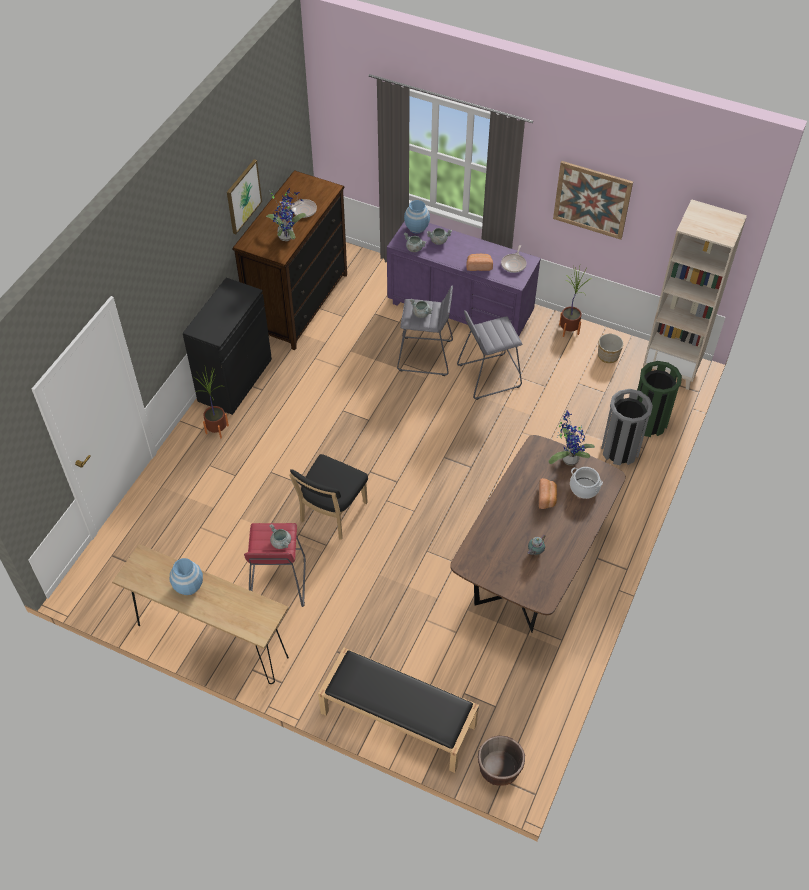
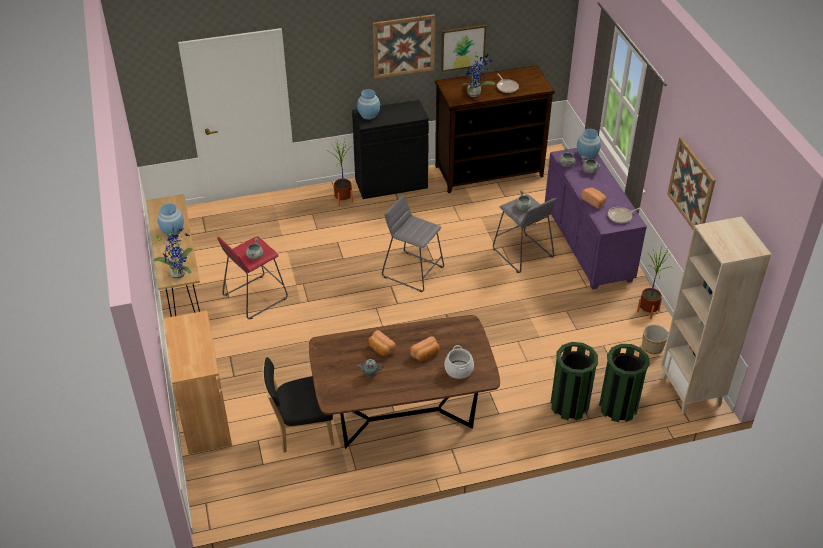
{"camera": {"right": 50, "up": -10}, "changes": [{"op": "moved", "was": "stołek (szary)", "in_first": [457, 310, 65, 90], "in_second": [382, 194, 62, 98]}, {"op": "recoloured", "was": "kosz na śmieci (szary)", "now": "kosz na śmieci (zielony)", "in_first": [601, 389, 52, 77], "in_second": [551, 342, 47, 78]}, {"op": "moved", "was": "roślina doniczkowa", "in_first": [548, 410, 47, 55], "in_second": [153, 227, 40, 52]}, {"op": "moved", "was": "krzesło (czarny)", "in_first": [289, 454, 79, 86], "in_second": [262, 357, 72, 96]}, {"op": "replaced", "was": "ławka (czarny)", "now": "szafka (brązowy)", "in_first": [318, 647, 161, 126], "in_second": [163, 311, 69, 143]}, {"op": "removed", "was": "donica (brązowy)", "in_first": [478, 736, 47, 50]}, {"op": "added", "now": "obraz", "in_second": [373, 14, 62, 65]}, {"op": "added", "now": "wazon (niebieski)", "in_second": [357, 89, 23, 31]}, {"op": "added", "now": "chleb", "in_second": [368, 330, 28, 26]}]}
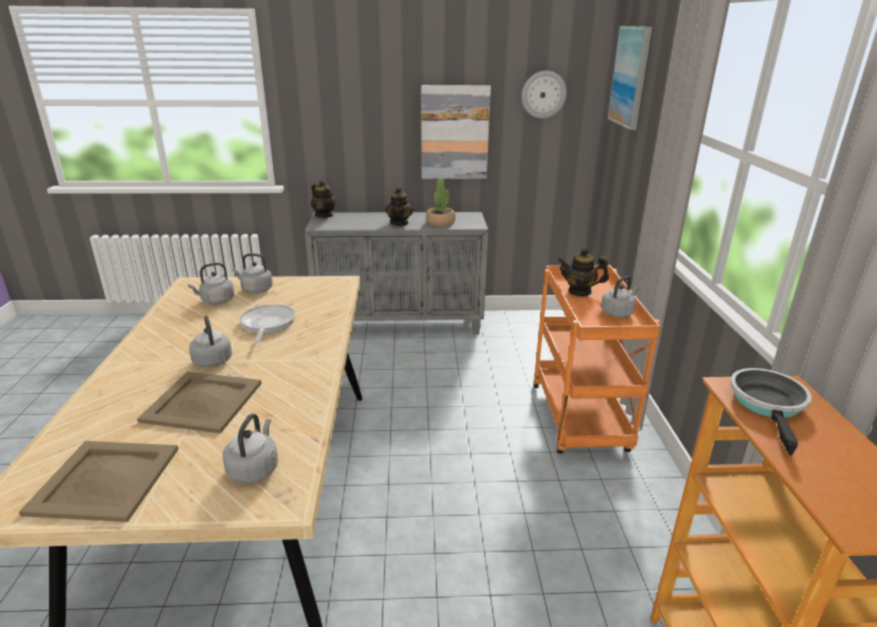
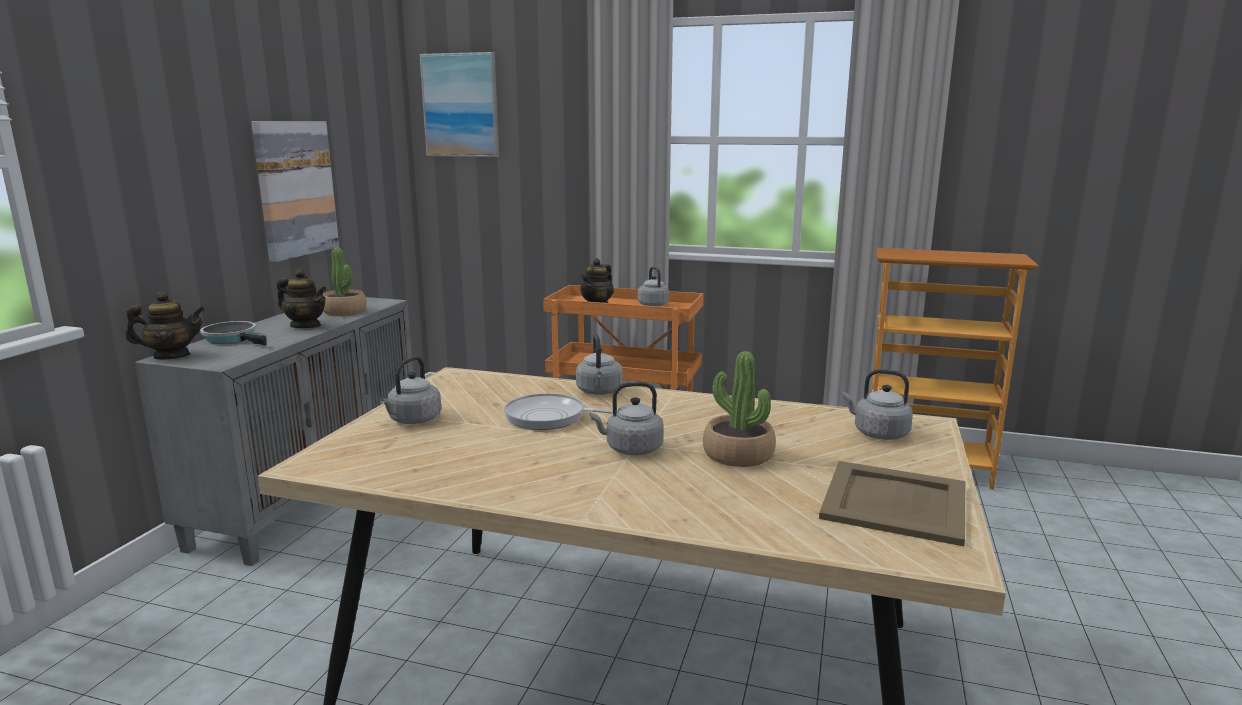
{"camera": {"right": -70, "up": -10}, "changes": [{"op": "removed", "was": "zegar ścienny", "in_first": [522, 71, 45, 47]}, {"op": "moved", "was": "czajnik (szary)", "in_first": [188, 263, 46, 42], "in_second": [576, 334, 47, 61]}, {"op": "moved", "was": "patelnia", "in_first": [730, 368, 82, 88], "in_second": [200, 321, 67, 24]}, {"op": "replaced", "was": "taca (beżowy)", "now": "roślina doniczkowa", "in_first": [137, 372, 125, 61], "in_second": [703, 351, 73, 116]}]}
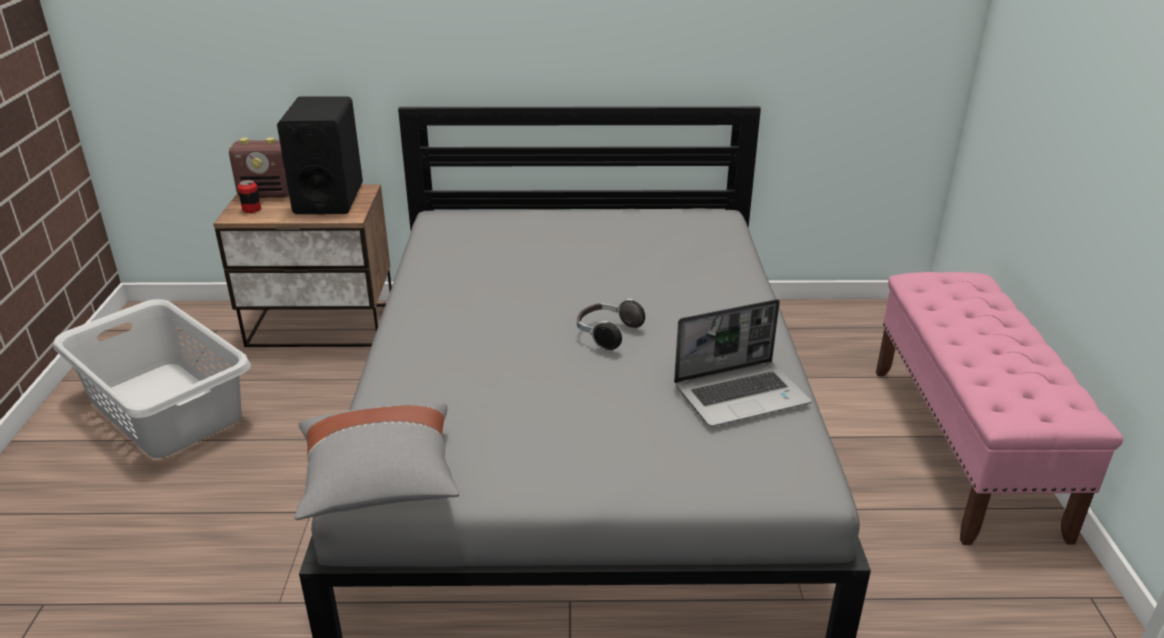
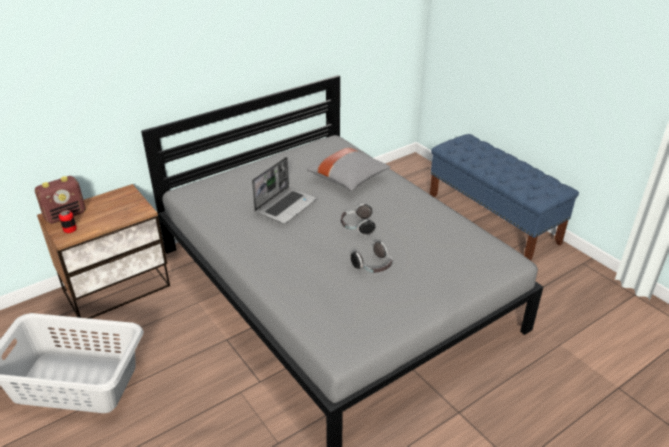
{"camera": {"right": -35, "up": 5}, "changes": [{"op": "removed", "was": "głośnik (czarny)", "in_first": [277, 97, 86, 117]}, {"op": "recoloured", "was": "ławka (różowy)", "now": "ławka (niebieski)", "in_first": [876, 272, 247, 273], "in_second": [430, 134, 149, 127]}, {"op": "moved", "was": "laptop", "in_first": [674, 299, 137, 128], "in_second": [252, 157, 65, 67]}, {"op": "moved", "was": "poduszka (szary)", "in_first": [294, 403, 165, 117], "in_second": [307, 147, 84, 44]}, {"op": "added", "now": "słuchawki", "in_second": [350, 241, 43, 32]}]}
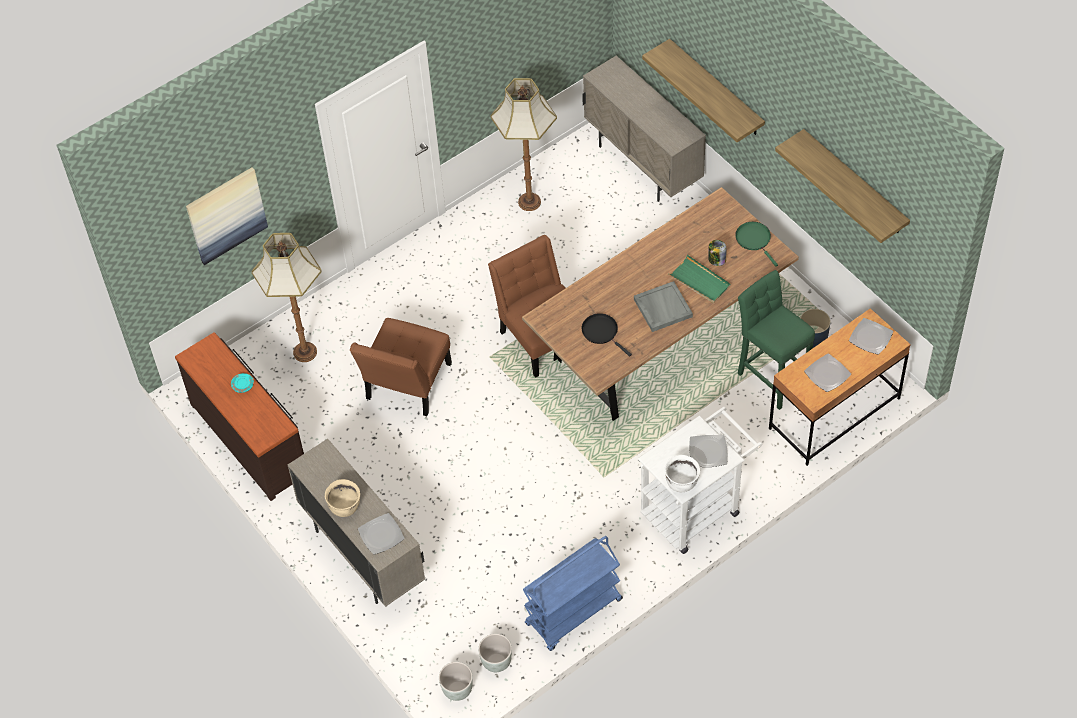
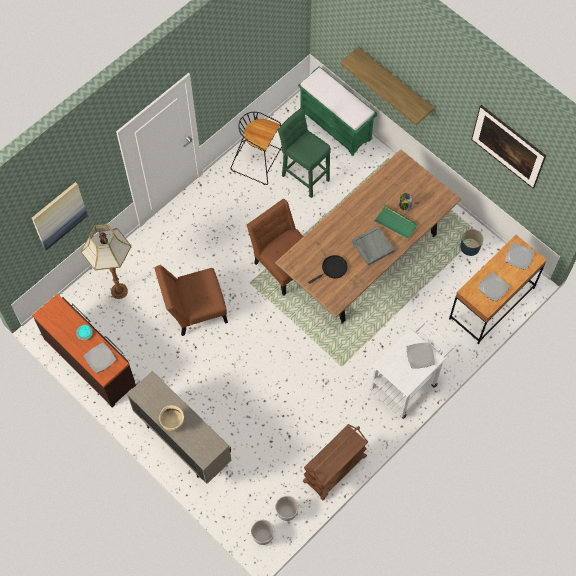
{"camera": {"right": -10, "up": 10}, "changes": [{"op": "replaced", "was": "szafka (beżowy)", "now": "ławka (zielony)", "in_first": [582, 56, 124, 146], "in_second": [298, 66, 79, 90]}, {"op": "replaced", "was": "lampa stojąca", "now": "stołek (czarny)", "in_first": [490, 78, 67, 133], "in_second": [230, 112, 52, 73]}, {"op": "replaced", "was": "półka", "now": "obraz", "in_first": [775, 129, 135, 114], "in_second": [471, 105, 75, 84]}, {"op": "removed", "was": "patelnia (zielony)", "in_first": [735, 222, 43, 45]}, {"op": "moved", "was": "stołek (zielony)", "in_first": [738, 270, 77, 140], "in_second": [278, 108, 53, 90]}, {"op": "turned", "was": "patelnia (czarny)", "in_first": [582, 313, 50, 44], "in_second": [308, 255, 40, 29], "clockwise": 105}, {"op": "turned", "was": "krzesło (brązowy)", "in_first": [350, 318, 102, 98], "in_second": [154, 265, 74, 71], "clockwise": 60}, {"op": "removed", "was": "garnek (biały)", "in_first": [665, 455, 35, 37]}, {"op": "moved", "was": "talerz", "in_first": [358, 513, 46, 42], "in_second": [84, 343, 32, 30]}, {"op": "recoloured", "was": "wózek (niebieski)", "now": "wózek (brązowy)", "in_first": [523, 536, 100, 115], "in_second": [303, 424, 65, 77]}]}
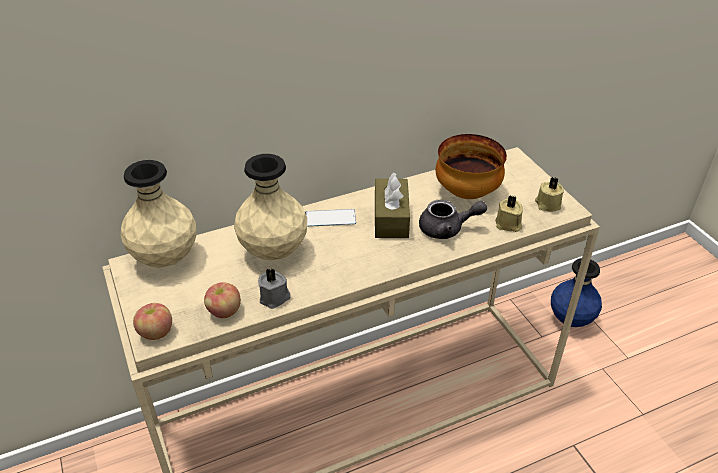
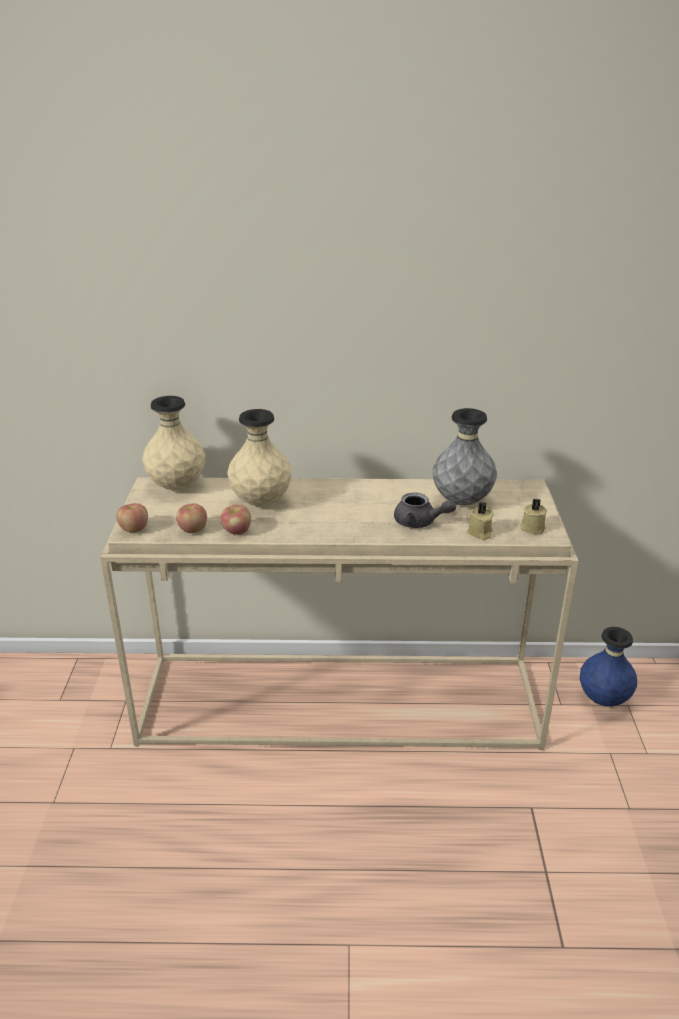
{"camera": {"right": 25, "up": -10}, "changes": [{"op": "replaced", "was": "miska", "now": "wazon (szary)", "in_first": [436, 134, 71, 65], "in_second": [433, 408, 64, 97]}, {"op": "removed", "was": "pudełko chusteczek (brązowy)", "in_first": [375, 172, 35, 66]}, {"op": "removed", "was": "telefon", "in_first": [305, 209, 51, 18]}, {"op": "replaced", "was": "świeca (szary)", "now": "jabłko", "in_first": [258, 268, 32, 41], "in_second": [221, 505, 30, 30]}]}
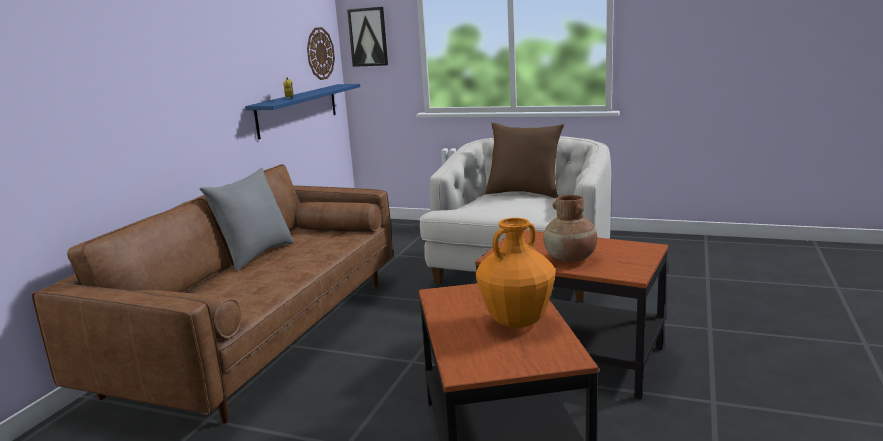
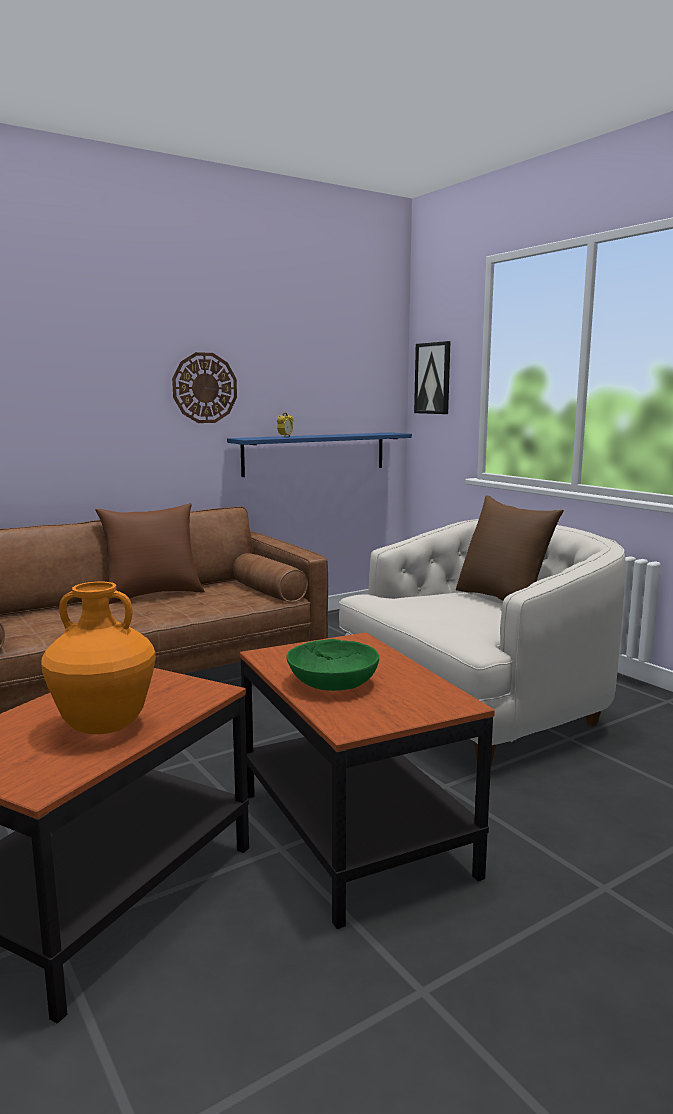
{"camera": {"right": 35, "up": -5}, "changes": [{"op": "moved", "was": "zegar ścienny", "in_first": [307, 27, 28, 53], "in_second": [172, 352, 65, 71]}, {"op": "recoloured", "was": "poduszka (szary)", "now": "poduszka (brązowy)", "in_first": [200, 168, 94, 104], "in_second": [95, 503, 110, 101]}, {"op": "replaced", "was": "wazon (brązowy)", "now": "miska (zielony)", "in_first": [543, 195, 54, 67], "in_second": [286, 639, 93, 52]}]}
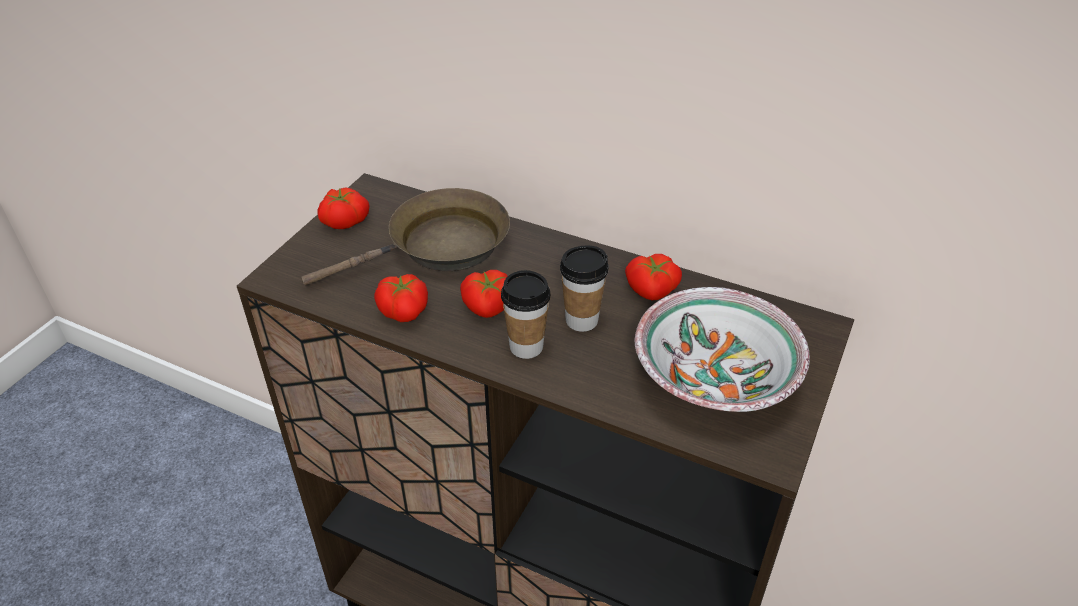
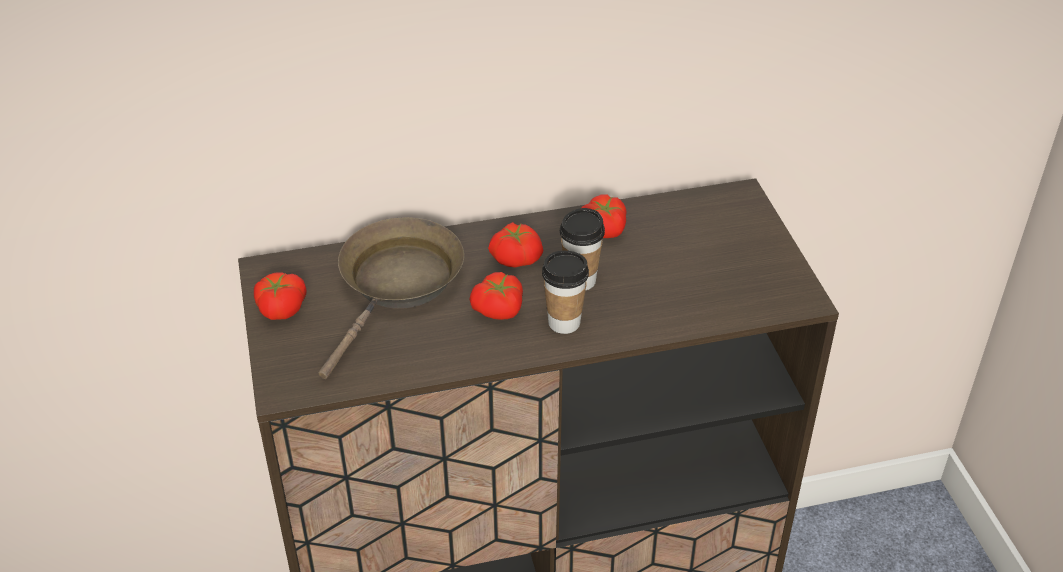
{"camera": {"right": -40, "up": 0}, "changes": [{"op": "moved", "was": "pomidor", "in_first": [374, 274, 54, 48], "in_second": [488, 222, 55, 45]}, {"op": "removed", "was": "miska", "in_first": [634, 287, 176, 125]}]}
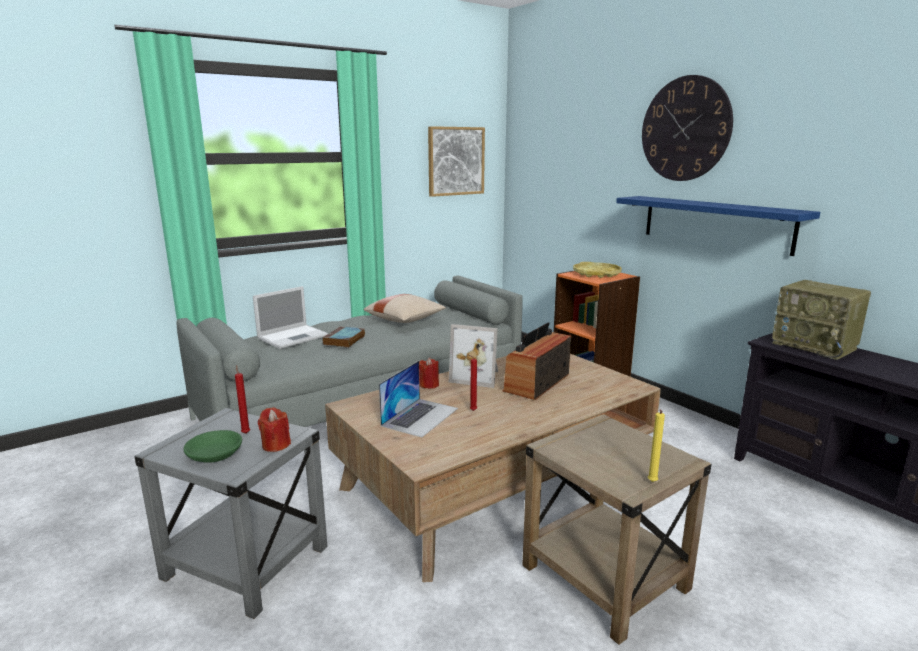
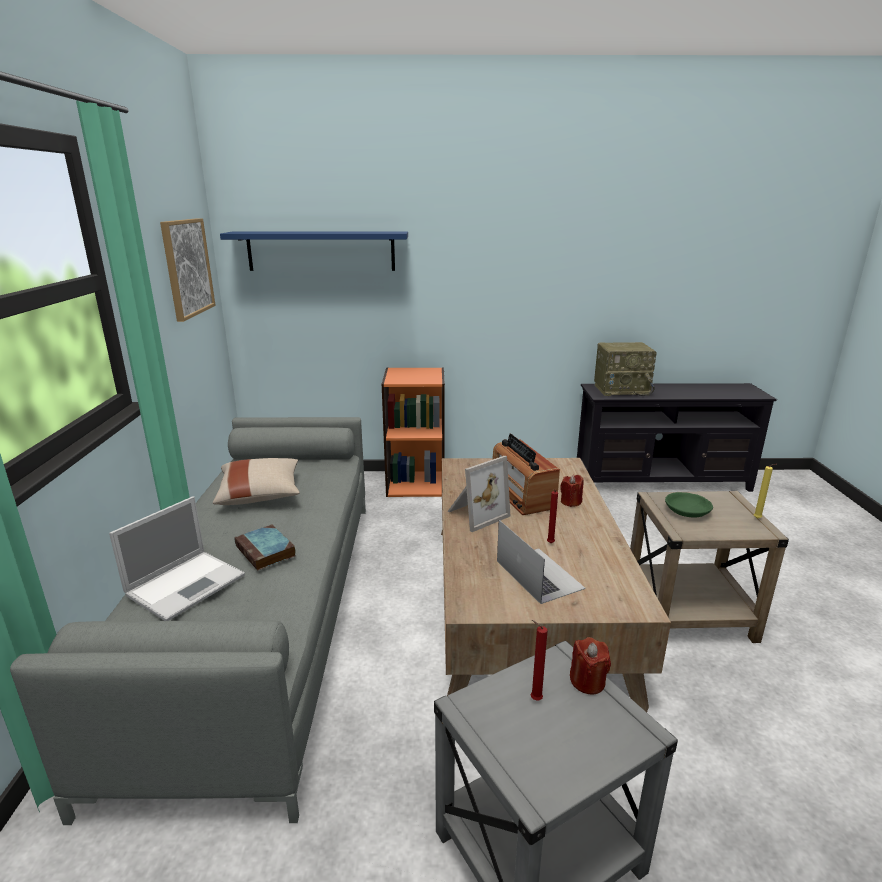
{"camera": {"right": -55, "up": 5}, "changes": [{"op": "removed", "was": "zegar ścienny", "in_first": [642, 75, 91, 106]}, {"op": "moved", "was": "półka (niebieski)", "in_first": [616, 196, 204, 60], "in_second": [220, 231, 188, 40]}, {"op": "removed", "was": "taca (żółty)", "in_first": [573, 262, 49, 16]}, {"op": "turned", "was": "laptop", "in_first": [253, 286, 76, 63], "in_second": [109, 496, 136, 125], "clockwise": 45}, {"op": "moved", "was": "świeca (czerwony)", "in_first": [419, 358, 20, 31], "in_second": [560, 475, 24, 32]}, {"op": "moved", "was": "miska (zielony)", "in_first": [183, 430, 59, 33], "in_second": [665, 492, 48, 25]}]}
